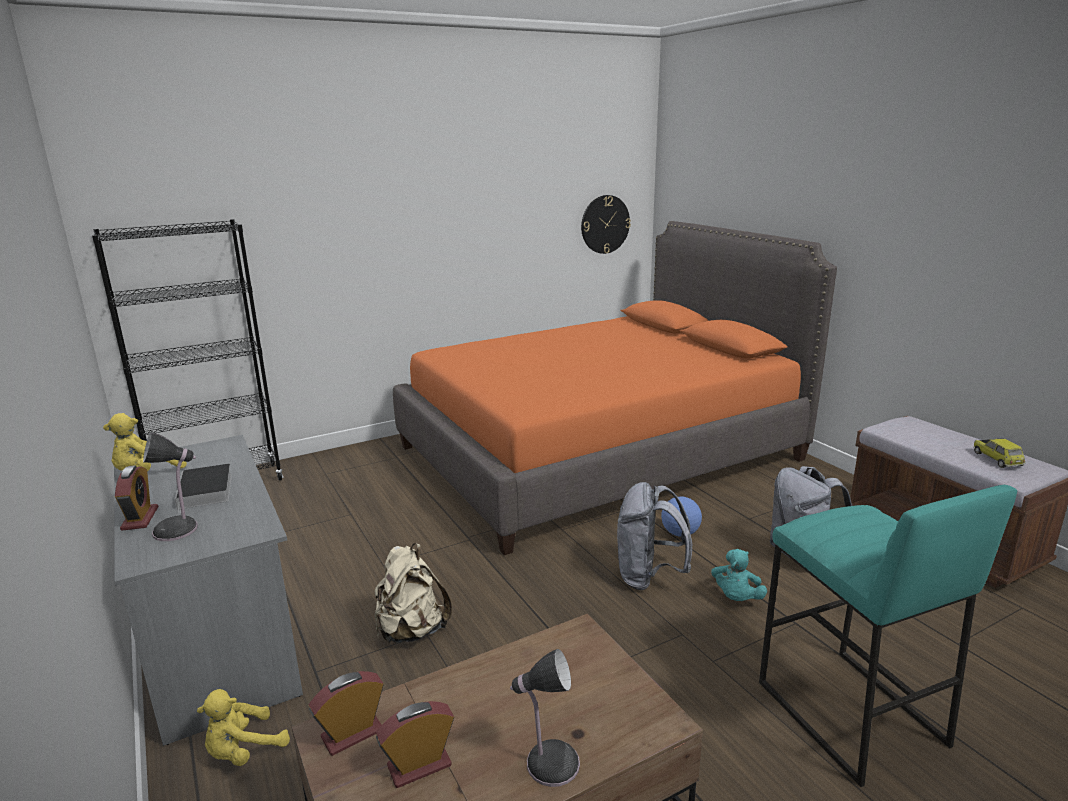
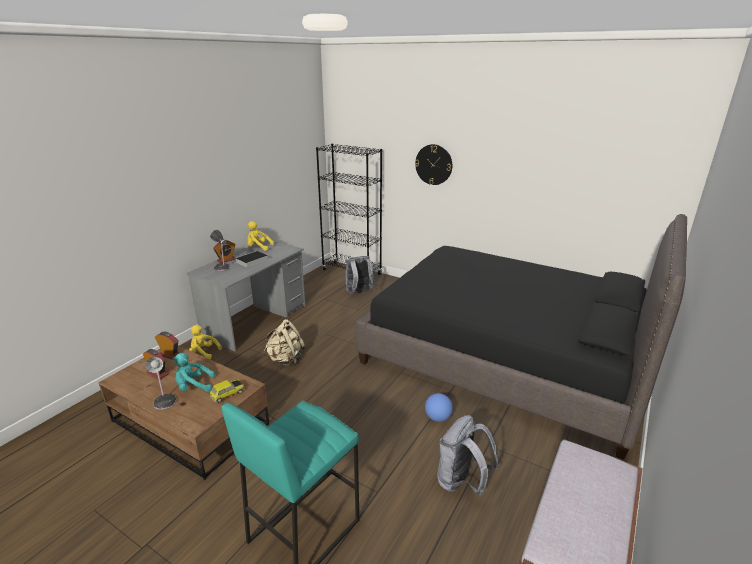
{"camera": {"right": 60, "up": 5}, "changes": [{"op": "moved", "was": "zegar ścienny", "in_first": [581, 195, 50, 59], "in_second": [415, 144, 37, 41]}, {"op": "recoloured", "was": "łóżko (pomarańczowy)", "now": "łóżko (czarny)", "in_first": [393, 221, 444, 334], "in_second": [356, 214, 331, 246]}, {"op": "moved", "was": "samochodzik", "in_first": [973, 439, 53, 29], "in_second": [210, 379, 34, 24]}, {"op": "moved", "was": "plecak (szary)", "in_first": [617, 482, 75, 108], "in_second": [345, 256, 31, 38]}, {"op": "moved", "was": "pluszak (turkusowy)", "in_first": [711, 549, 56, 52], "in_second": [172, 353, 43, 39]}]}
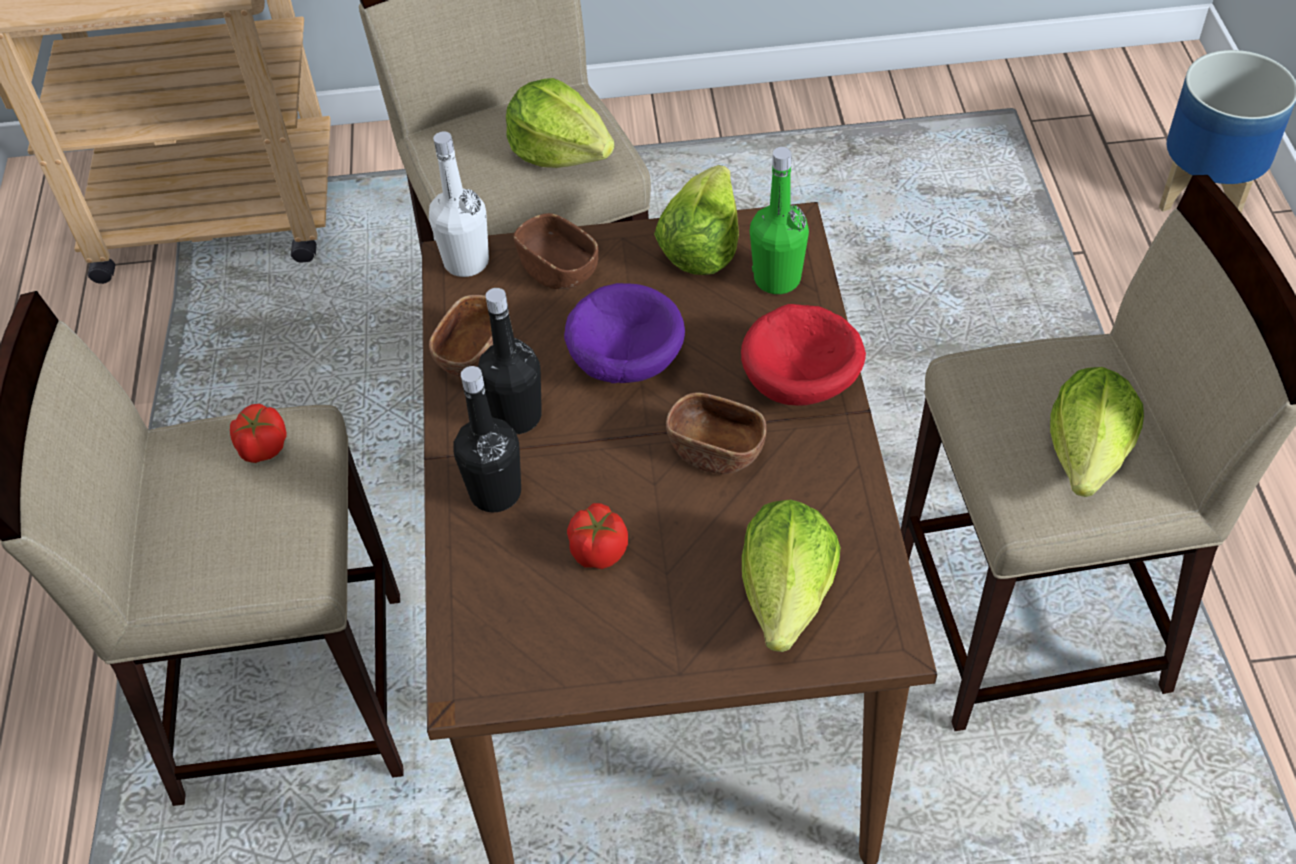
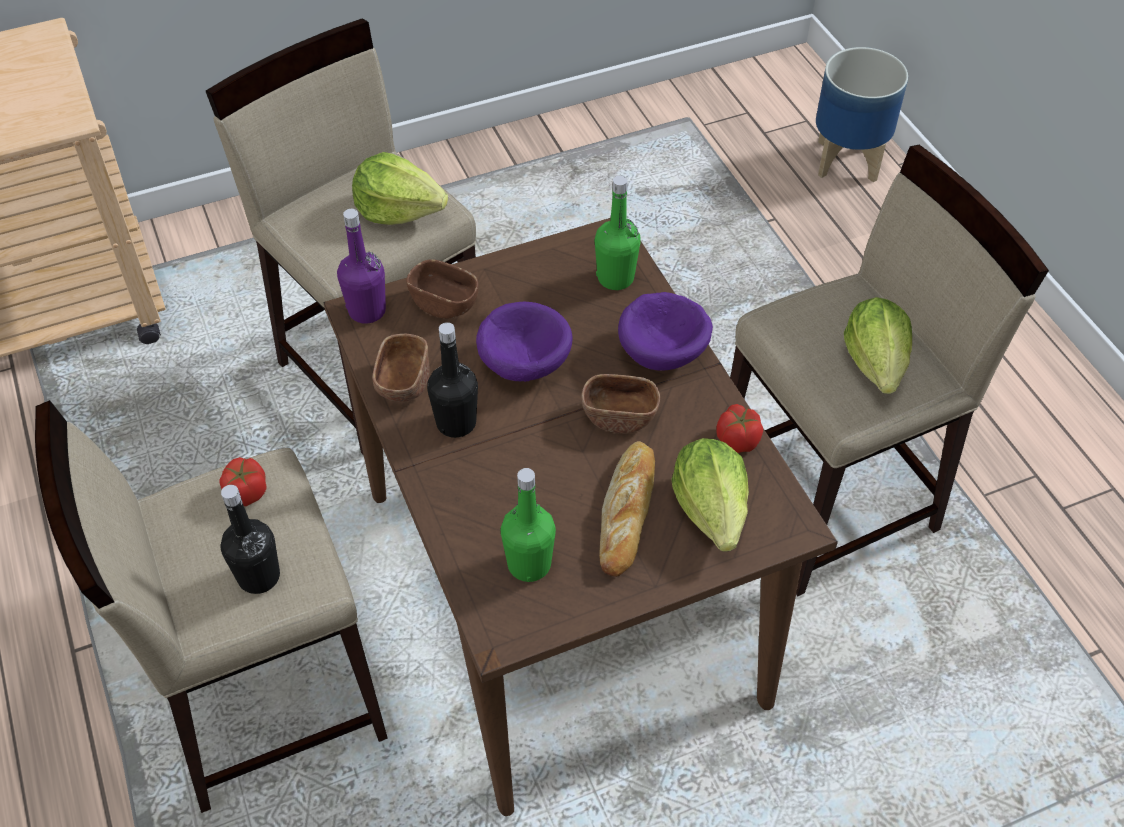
{"camera": {"right": -20, "up": 0}, "changes": [{"op": "recoloured", "was": "butelka (biały)", "now": "butelka (fioletowy)", "in_first": [429, 131, 60, 146], "in_second": [337, 209, 49, 115]}, {"op": "removed", "was": "sałata", "in_first": [654, 165, 85, 110]}, {"op": "recoloured", "was": "miska (czerwony)", "now": "miska (fioletowy)", "in_first": [741, 304, 125, 102], "in_second": [618, 292, 95, 79]}, {"op": "moved", "was": "butelka (czarny)", "in_first": [453, 366, 68, 147], "in_second": [220, 485, 60, 109]}, {"op": "moved", "was": "pomidor", "in_first": [567, 503, 61, 66], "in_second": [716, 404, 47, 49]}, {"op": "added", "now": "chleb", "in_second": [599, 441, 56, 136]}, {"op": "added", "now": "butelka (zielony)", "in_second": [501, 468, 55, 114]}]}
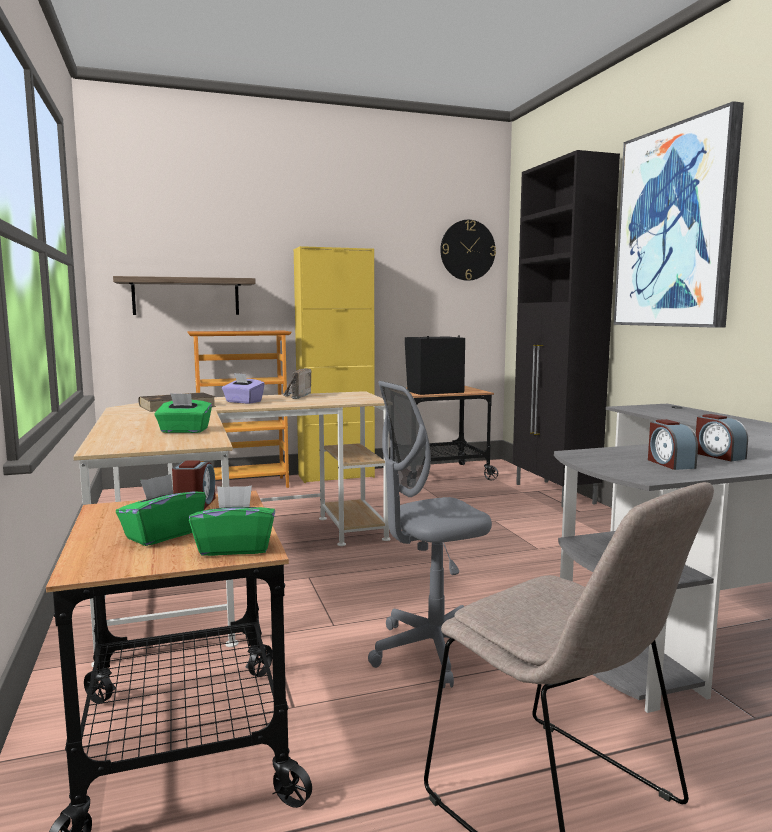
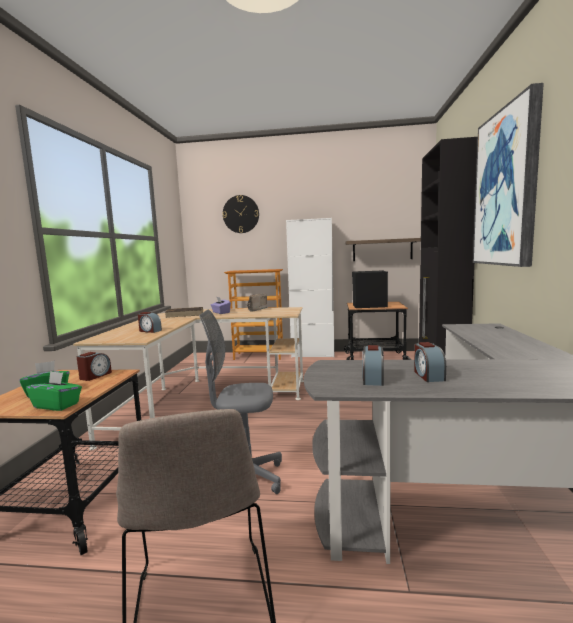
{"camera": {"right": 25, "up": 0}, "changes": [{"op": "moved", "was": "zegar ścienny", "in_first": [440, 220, 56, 61], "in_second": [223, 195, 36, 38]}, {"op": "recoloured", "was": "szafka (żółty)", "now": "szafka (biały)", "in_first": [294, 246, 81, 237], "in_second": [286, 218, 48, 140]}, {"op": "moved", "was": "półka", "in_first": [113, 276, 143, 39], "in_second": [345, 238, 76, 23]}, {"op": "replaced", "was": "pudełko chusteczek (zielony)", "now": "budzik", "in_first": [154, 393, 58, 40], "in_second": [138, 312, 24, 21]}]}
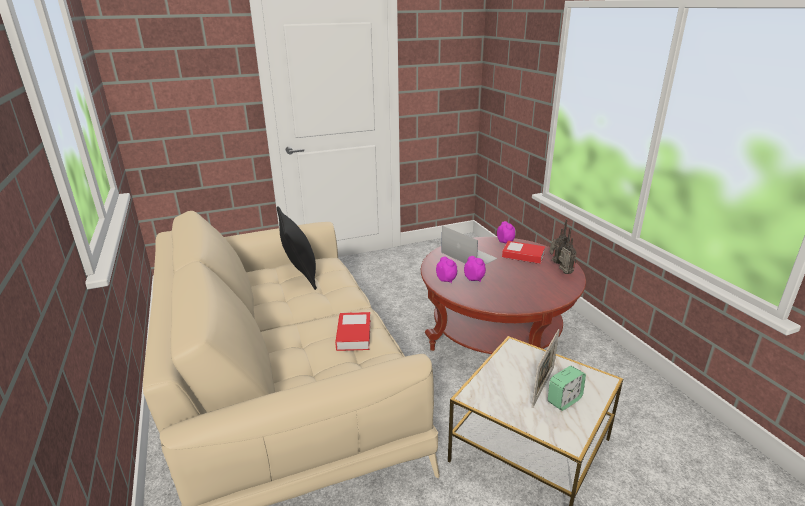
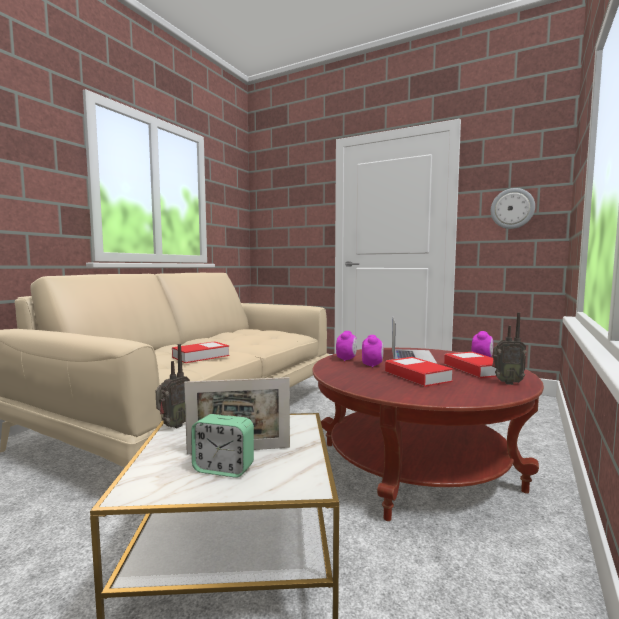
{"camera": {"right": 50, "up": -20}, "changes": [{"op": "removed", "was": "poduszka (czarny)", "in_first": [277, 206, 40, 84]}, {"op": "moved", "was": "radio", "in_first": [558, 227, 19, 47], "in_second": [156, 344, 34, 84]}, {"op": "added", "now": "zegar ścienny", "in_second": [491, 188, 44, 41]}, {"op": "added", "now": "książka", "in_second": [385, 357, 68, 30]}]}
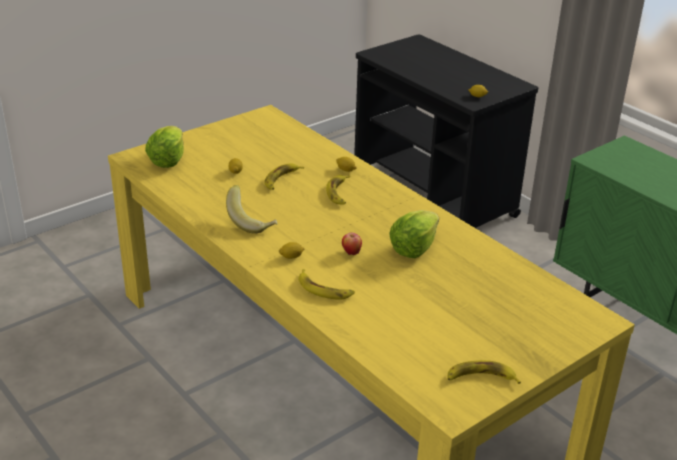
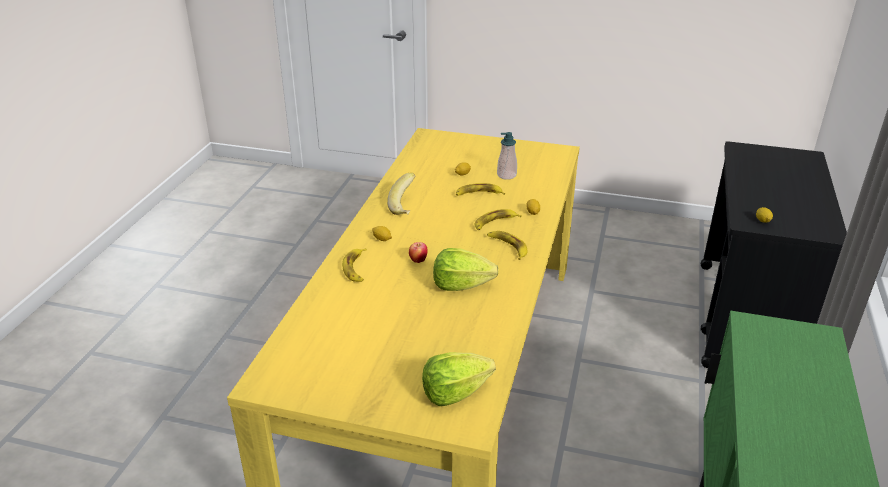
{"camera": {"right": 55, "up": 0}, "changes": [{"op": "moved", "was": "sałata", "in_first": [145, 126, 39, 42], "in_second": [422, 352, 74, 54]}, {"op": "moved", "was": "banan", "in_first": [447, 360, 74, 24], "in_second": [487, 231, 40, 29]}, {"op": "added", "now": "dozownik mydła", "in_second": [497, 132, 20, 48]}]}
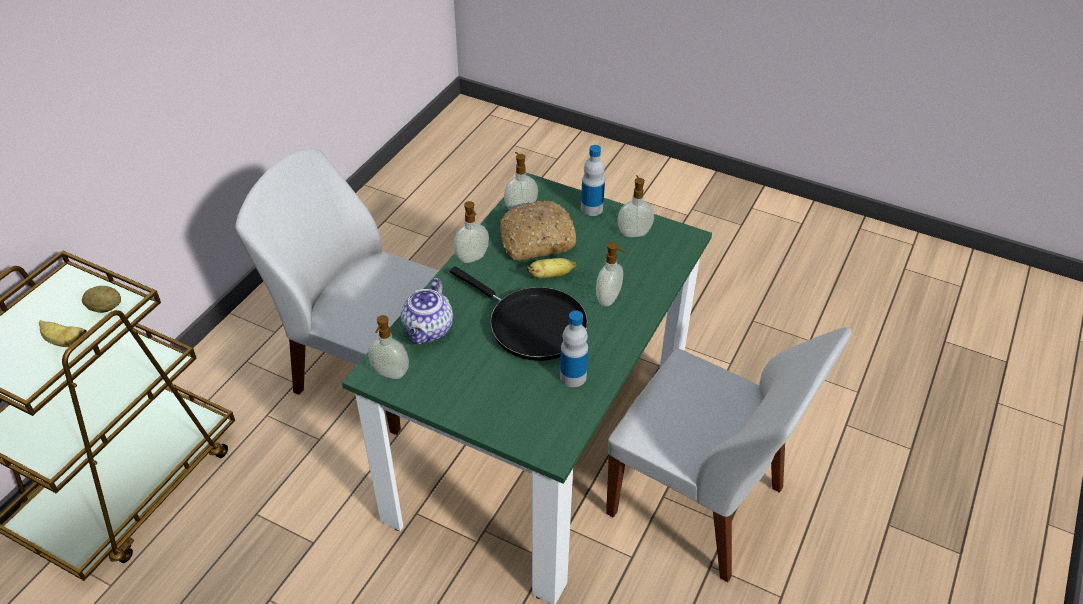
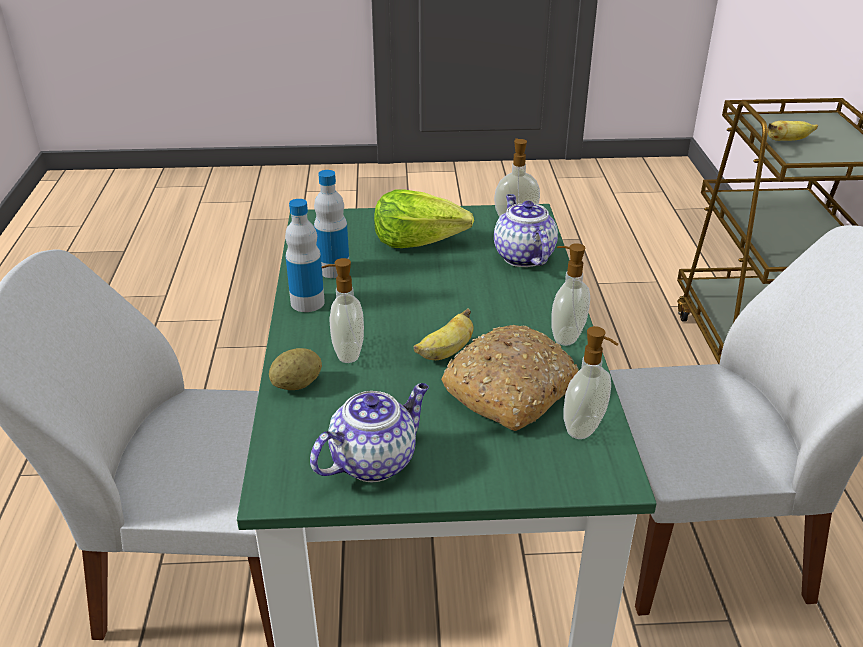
{"camera": {"right": 150, "up": -10}, "changes": [{"op": "moved", "was": "butelka", "in_first": [581, 145, 24, 71], "in_second": [285, 199, 40, 113]}, {"op": "replaced", "was": "dozownik mydła", "now": "imbryk", "in_first": [618, 175, 36, 62], "in_second": [310, 383, 119, 99]}, {"op": "removed", "was": "patelnia (czarny)", "in_first": [450, 266, 138, 95]}, {"op": "moved", "was": "ziemniak", "in_first": [82, 286, 39, 27], "in_second": [269, 348, 53, 42]}, {"op": "added", "now": "sałata", "in_second": [374, 189, 100, 59]}]}
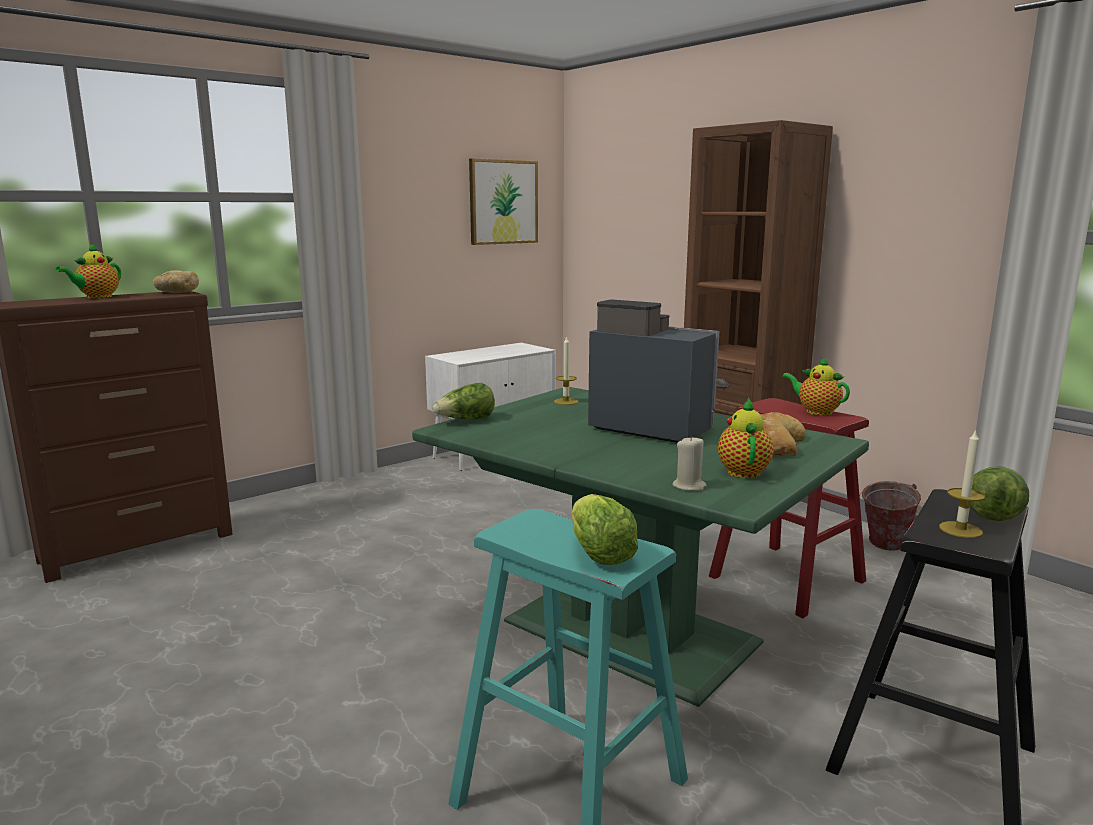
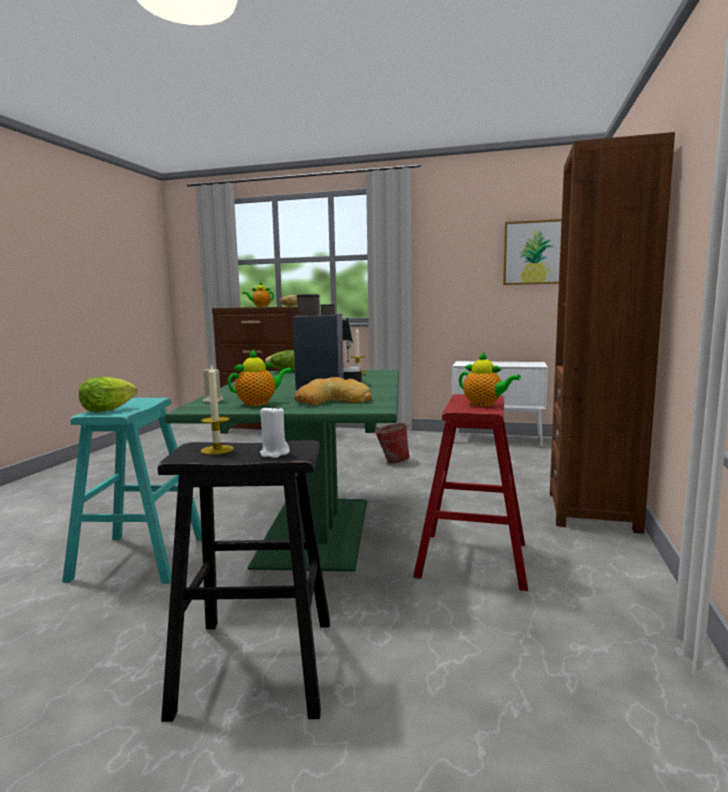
{"camera": {"right": 55, "up": -5}, "changes": [{"op": "turned", "was": "imbryk", "in_first": [782, 356, 68, 60], "in_second": [459, 351, 62, 55], "clockwise": 120}, {"op": "replaced", "was": "sałata", "now": "świeca (biały)", "in_first": [970, 466, 59, 55], "in_second": [260, 405, 30, 53]}, {"op": "moved", "was": "wiadro", "in_first": [859, 481, 62, 70], "in_second": [375, 423, 35, 40]}]}
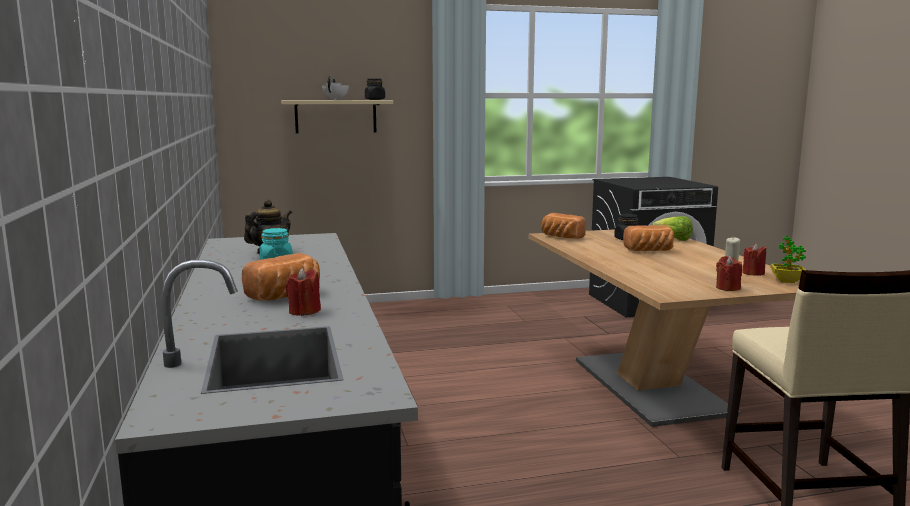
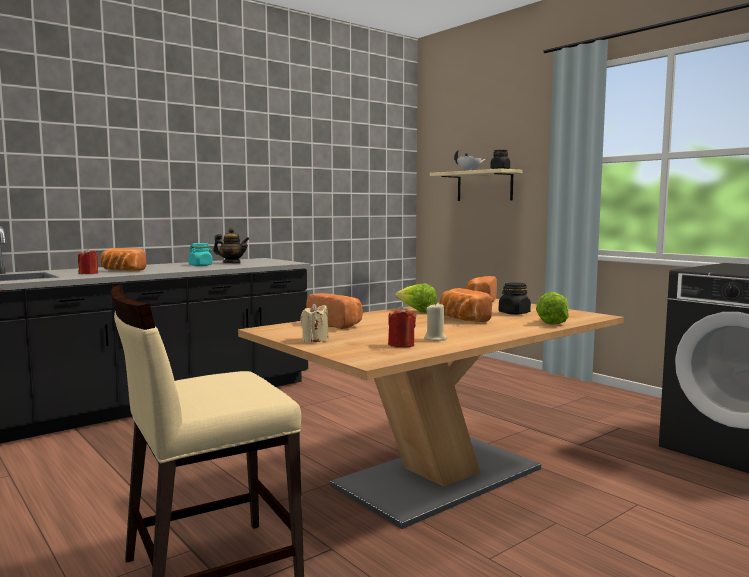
{"camera": {"right": 65, "up": -5}, "changes": [{"op": "removed", "was": "roślina doniczkowa", "in_first": [770, 235, 36, 48]}, {"op": "recoloured", "was": "świeca (czerwony)", "now": "świeca (beżowy)", "in_first": [716, 256, 26, 35], "in_second": [300, 303, 29, 40]}, {"op": "added", "now": "sałata", "in_second": [395, 283, 42, 30]}, {"op": "added", "now": "chleb", "in_second": [306, 293, 57, 36]}]}
